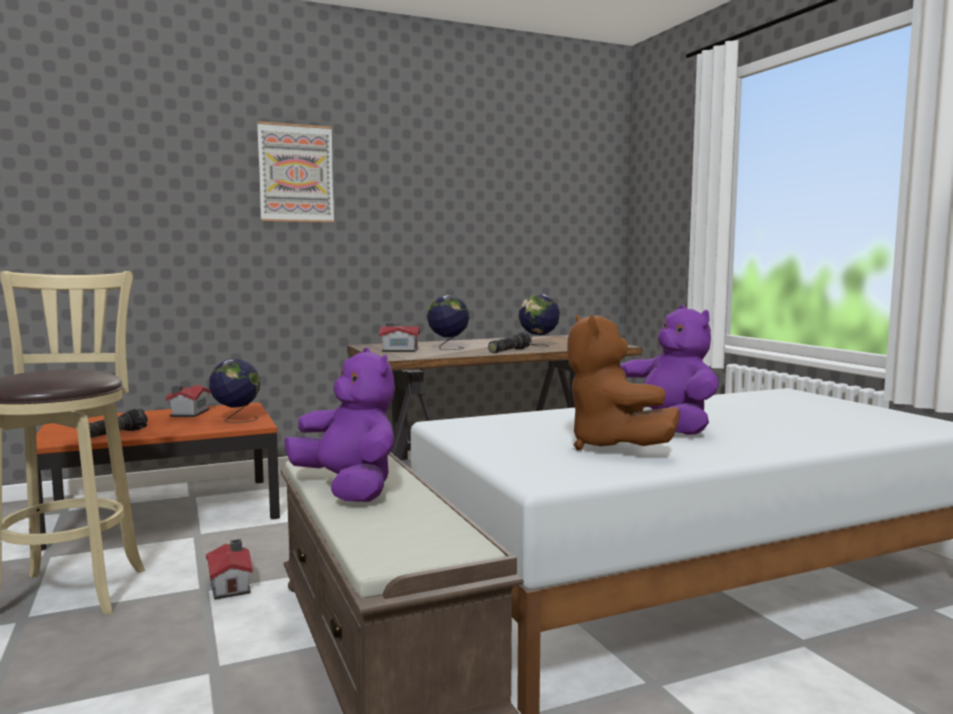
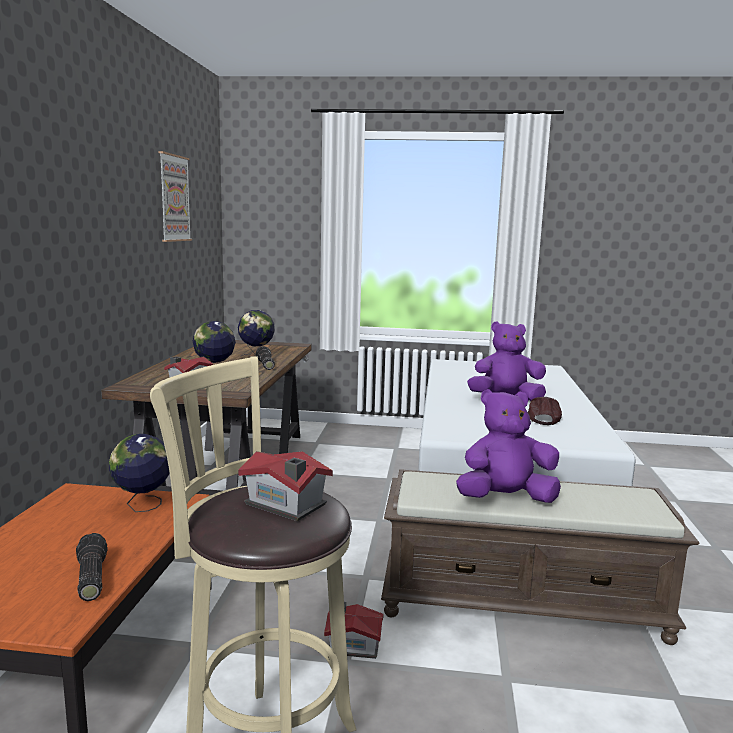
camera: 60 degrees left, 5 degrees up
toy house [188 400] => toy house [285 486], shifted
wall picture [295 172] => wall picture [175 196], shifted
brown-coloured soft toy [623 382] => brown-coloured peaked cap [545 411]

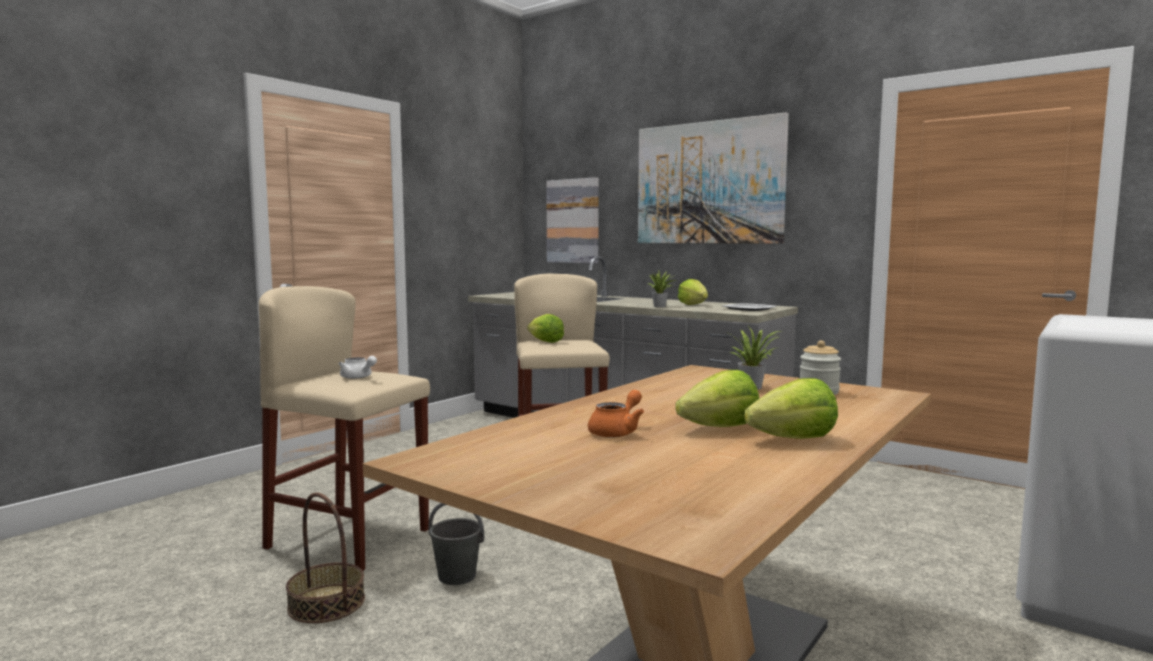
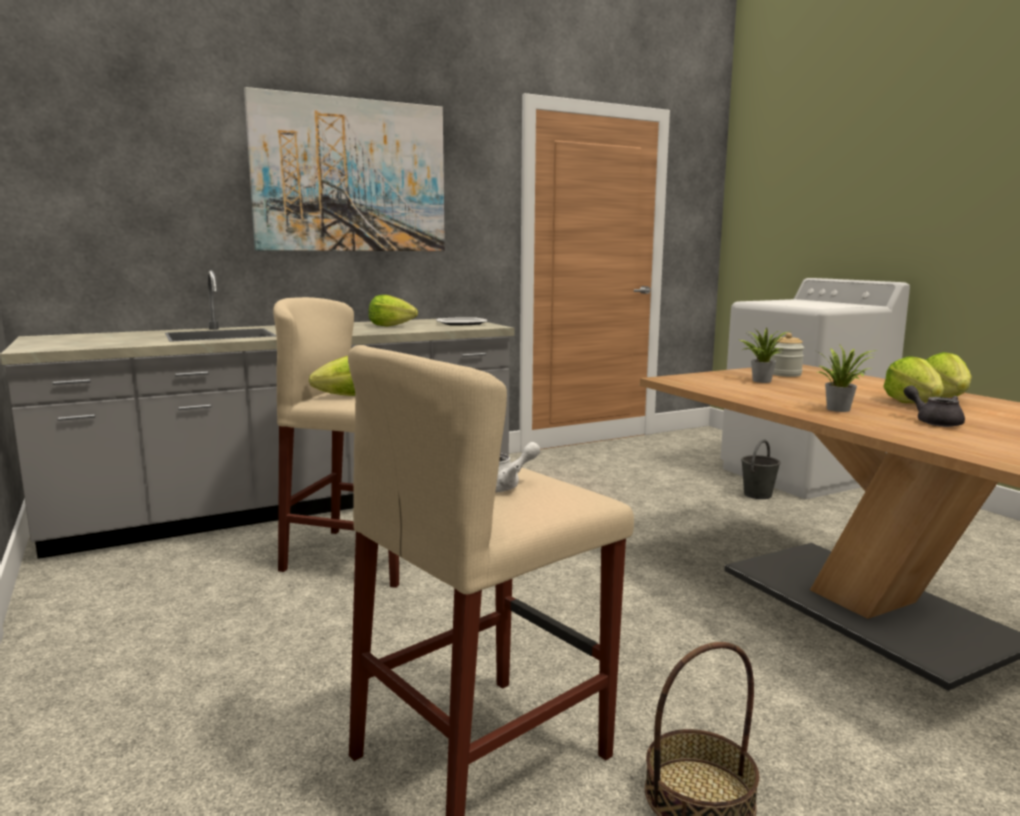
camera: 65 degrees left, 5 degrees up
wall picture [572 220] => nothing
gray bucket [456 544] => gray bucket [761 469], shifted
plant in a pot [662 289] => plant in a pot [845 378], shifted
orange-coloured tea pot [616 414] => gray tea pot [934 406]

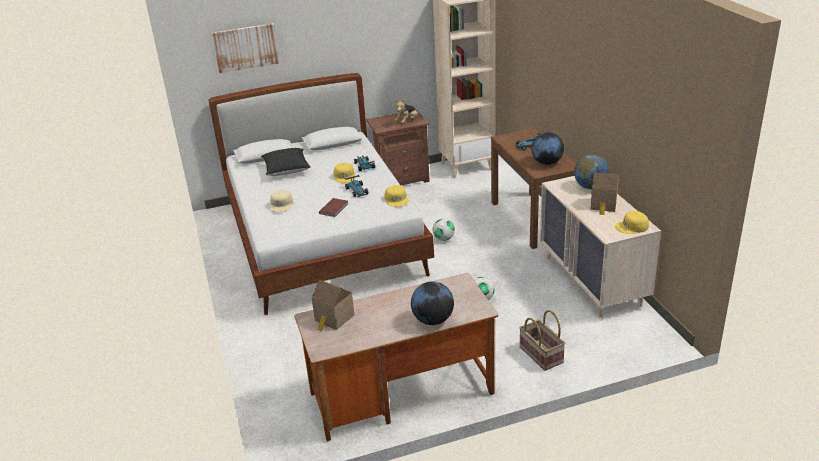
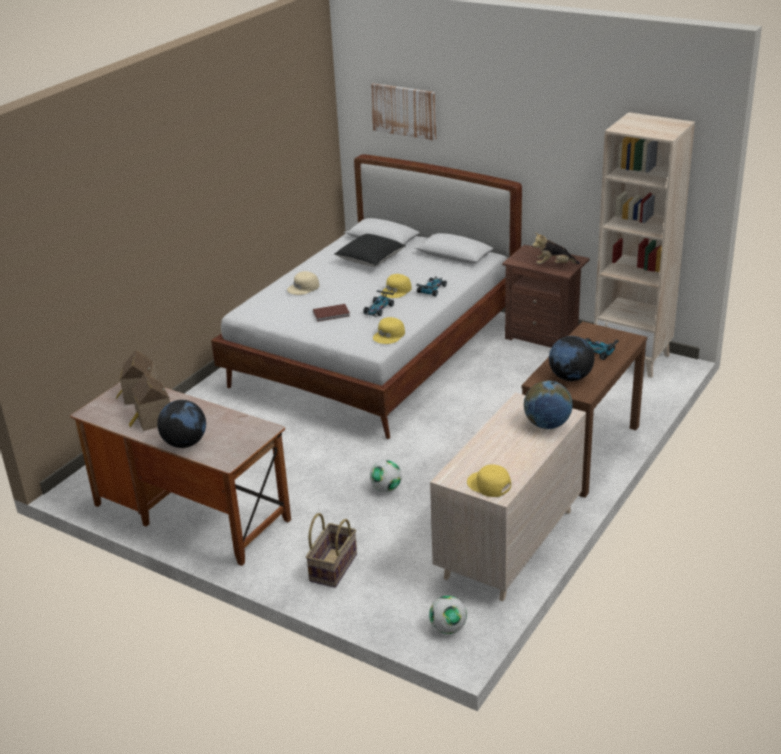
camera: 50 degrees right, 0 degrees up
ball for football [443 229] => ball for football [448 615], shifted
toy house [604 194] => toy house [149 402], shifted

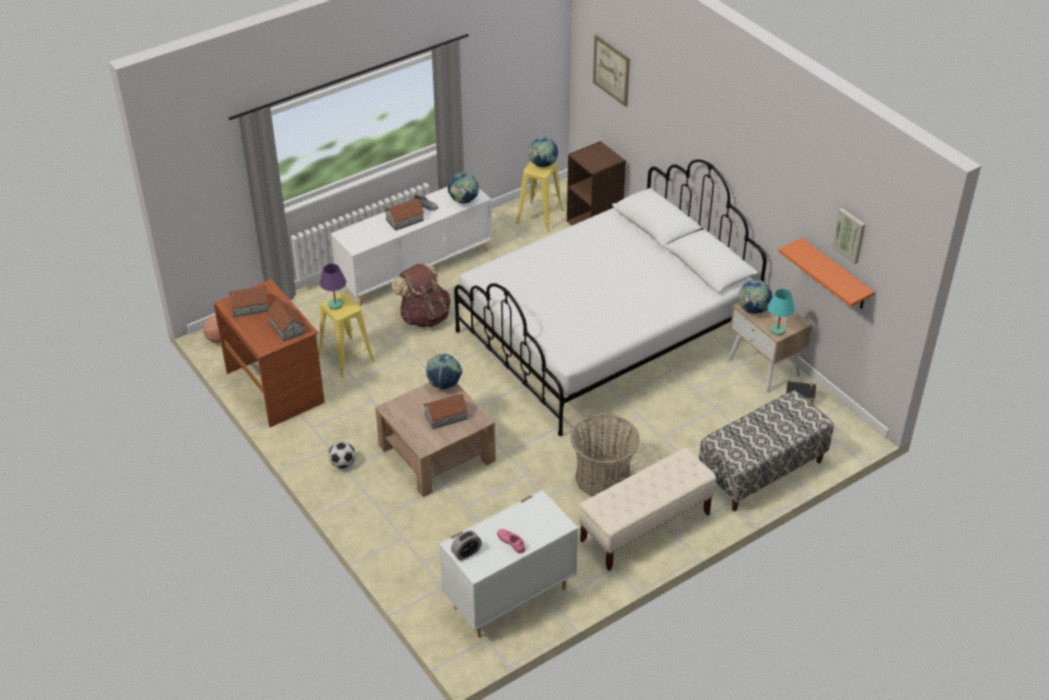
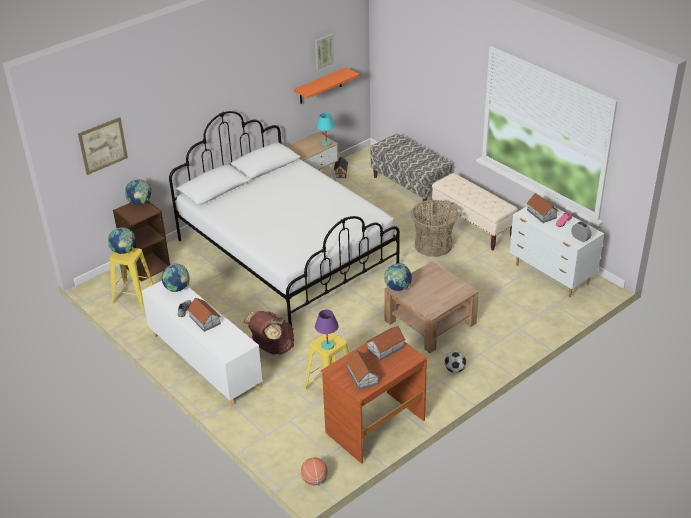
camera: 95 degrees left, 5 degrees down
toy house [445 411] => toy house [543 208], shifted
globe [755 297] => globe [138 192], shifted

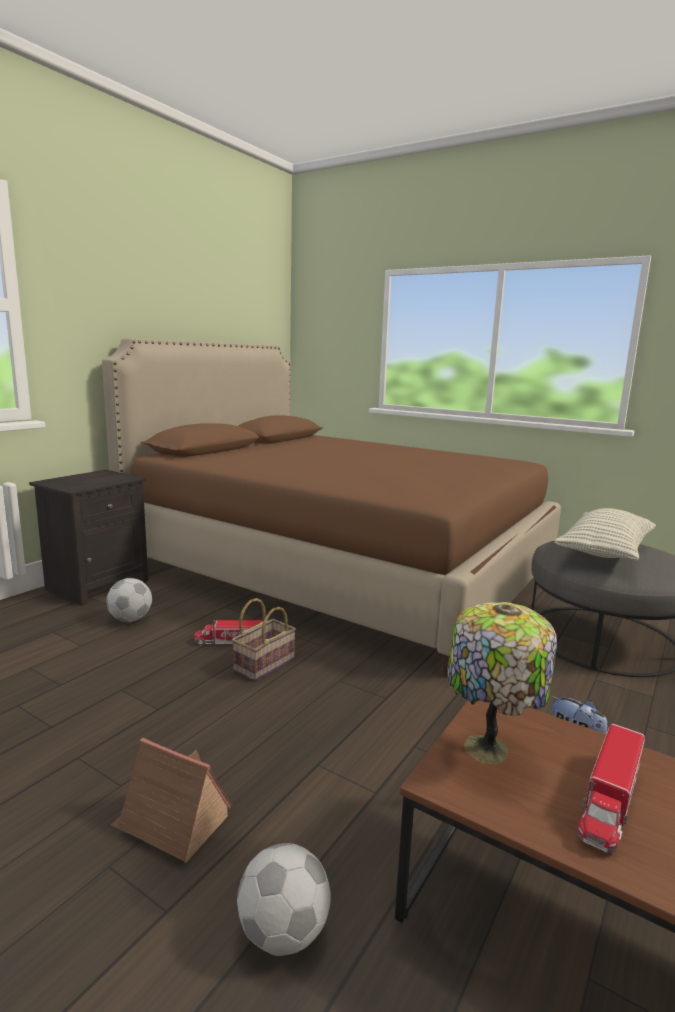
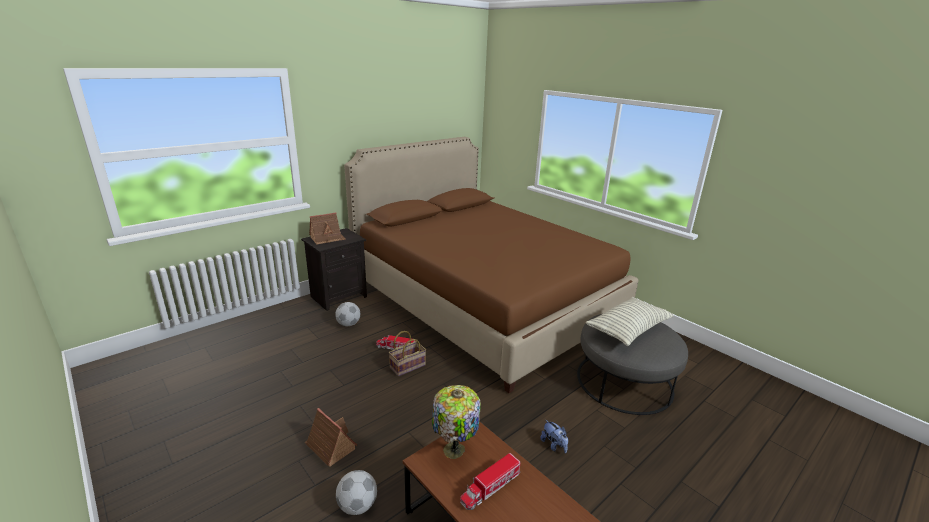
camera: 15 degrees right, 10 degrees up
nothing => toy house [327 228]

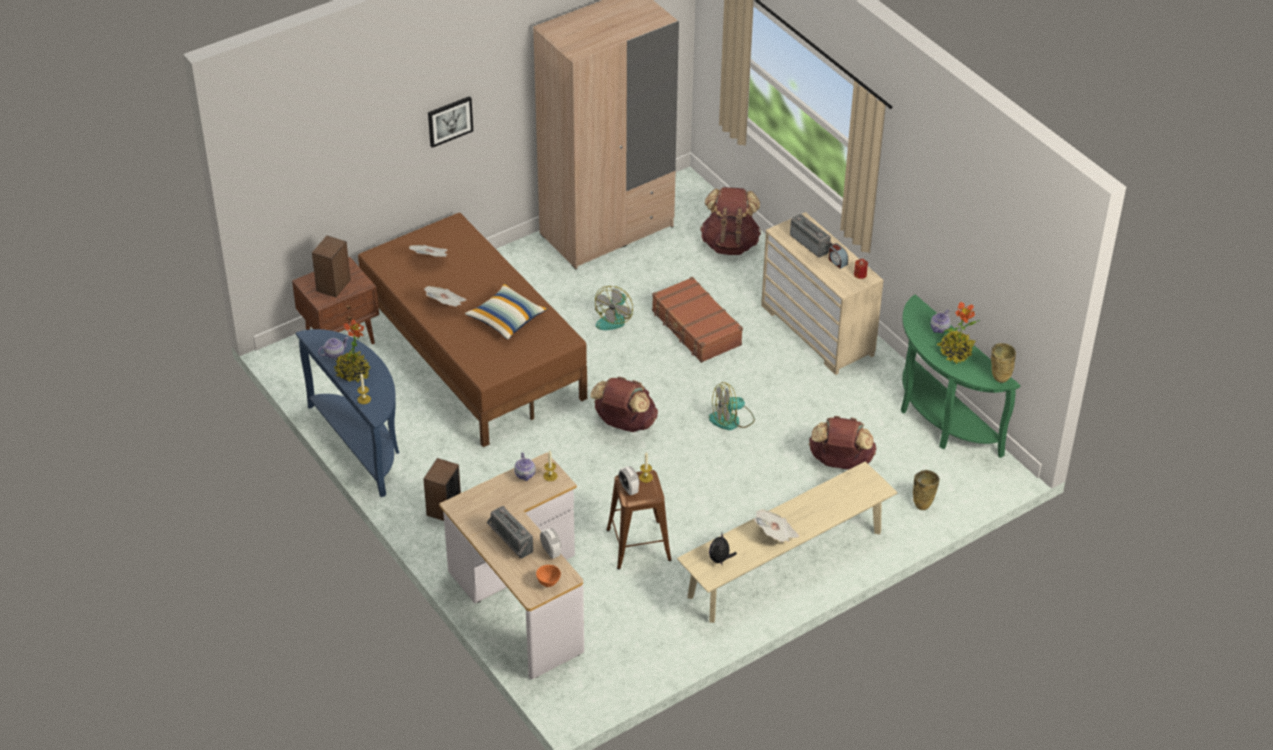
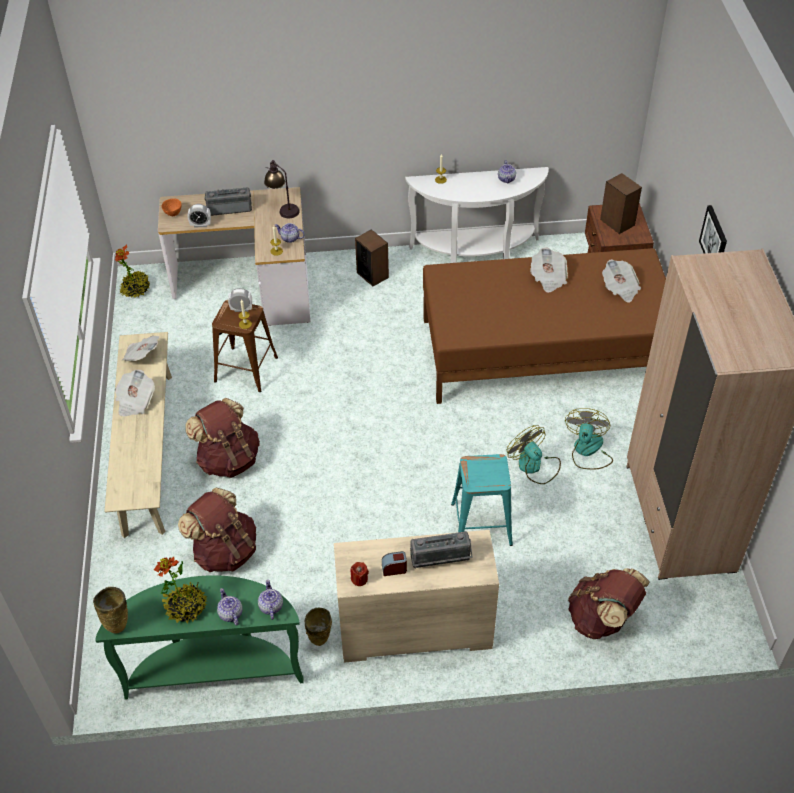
camera: 120 degrees right, 5 degrees up
pillow [506 311] => nothing
nothing => tea pot [270 600]
nothing => lamp for a table [282 189]
plant in a pot [351 350] => plant in a pot [132 271], shifted
brown-coloured backpack [624 404] => brown-coloured backpack [222 438], shifted
fan [732 406] => fan [589 439], shifted
beige flower vase [926 490] => beige flower vase [318 626], shifted
brown-coloured piece of luggage [697 320] => blue-green stool seat [482 500]
soft toy [723 550] => newspaper [140 348]
blue hall table [347 413] => white hall table [477 215]

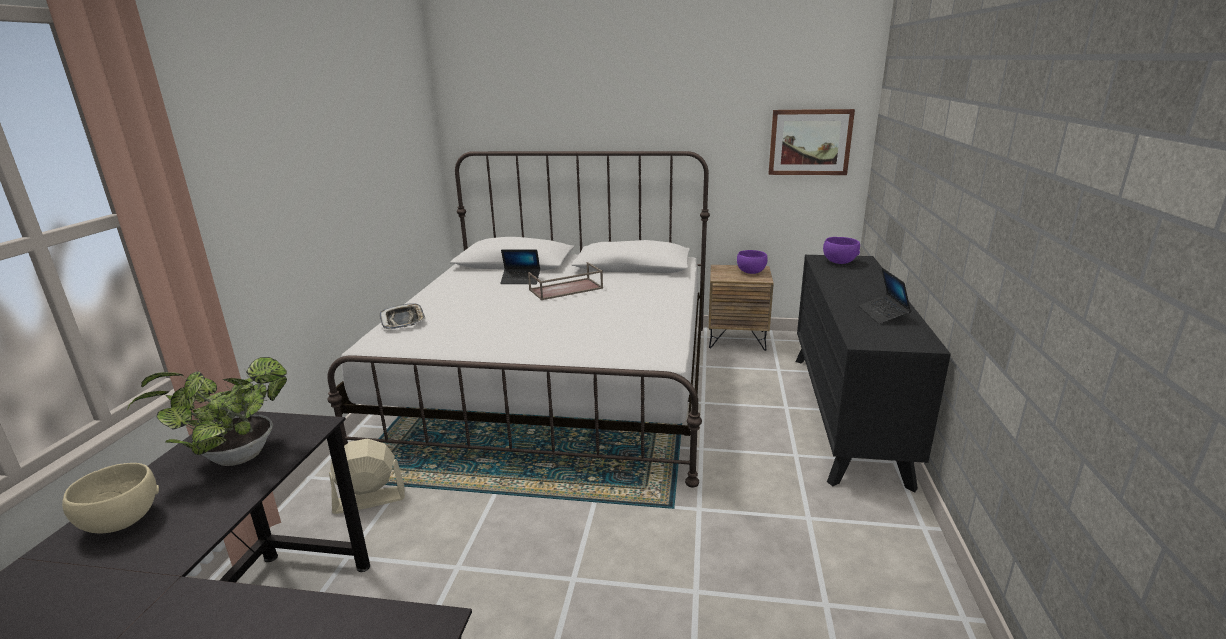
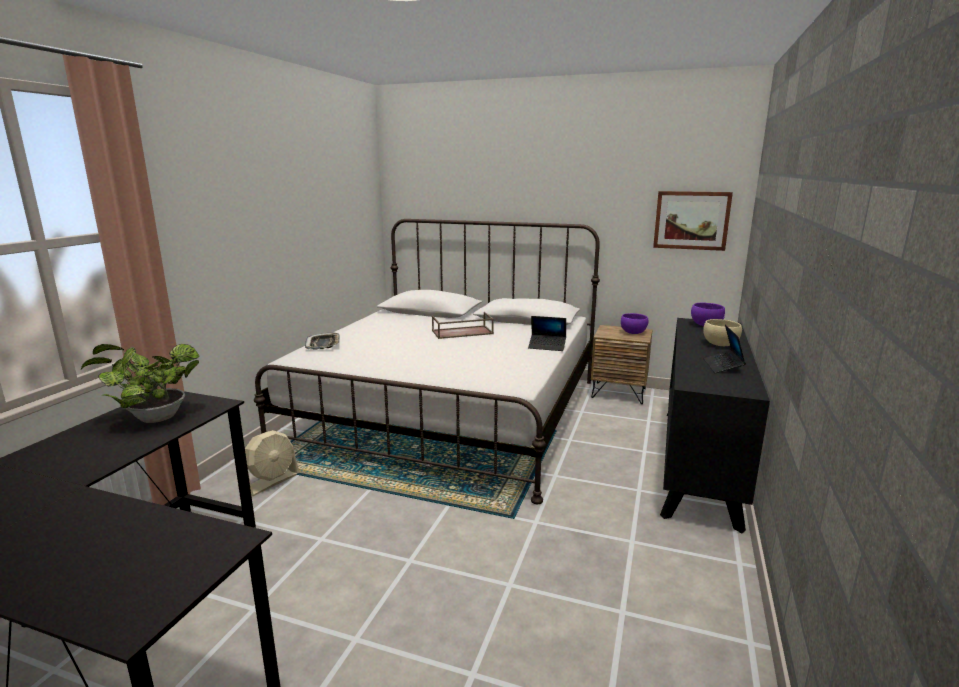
camera: 10 degrees right, 5 degrees down
beige serving bowl [110 498] => beige serving bowl [722 332], shifted
notebook computer [520 267] => notebook computer [547 333], shifted
beige fan [367 476] => beige fan [272 463], 135 degrees clockwise

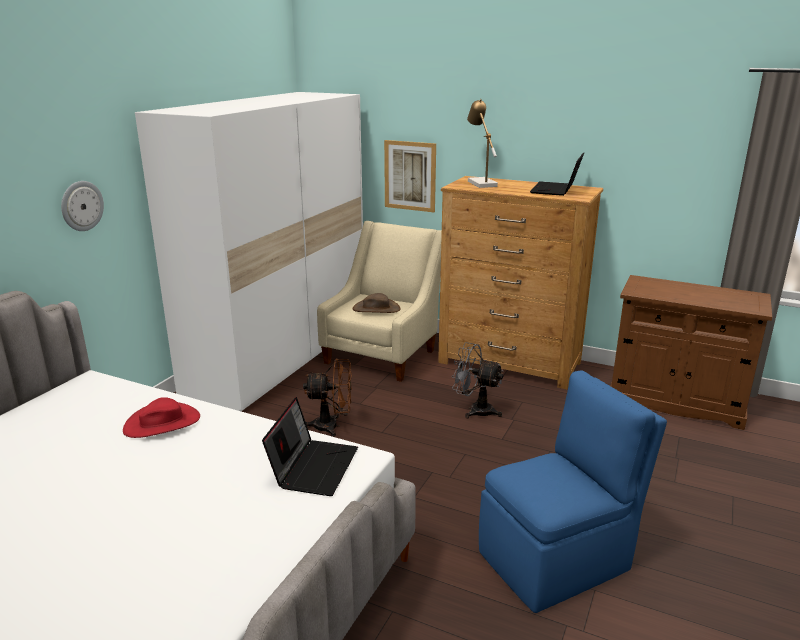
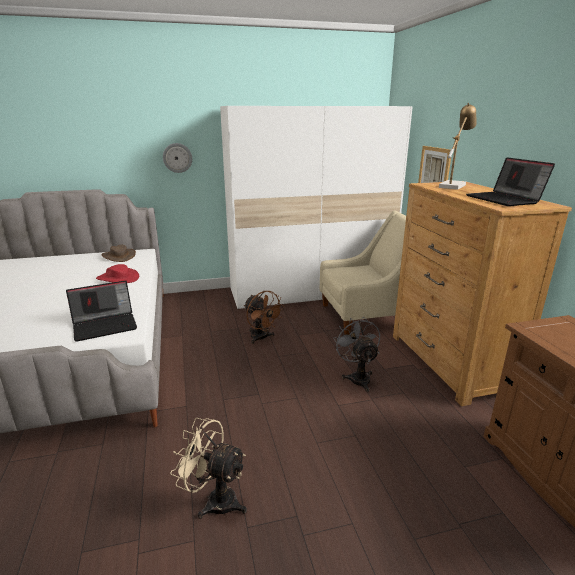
camera: 50 degrees right, 0 degrees up
brown-coloured hat [376 303] => brown-coloured hat [119 253], shifted
blue upright chair [573 491] => beige fan [208 468]
notebook computer [557 174] => notebook computer [510 181], 90 degrees counterclockwise

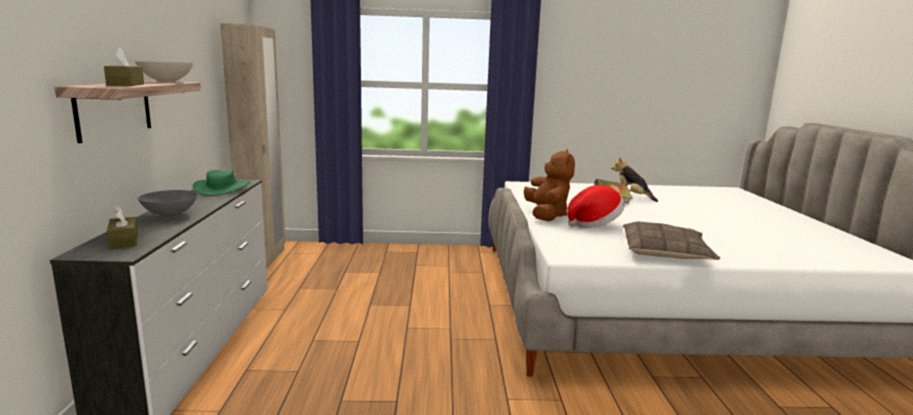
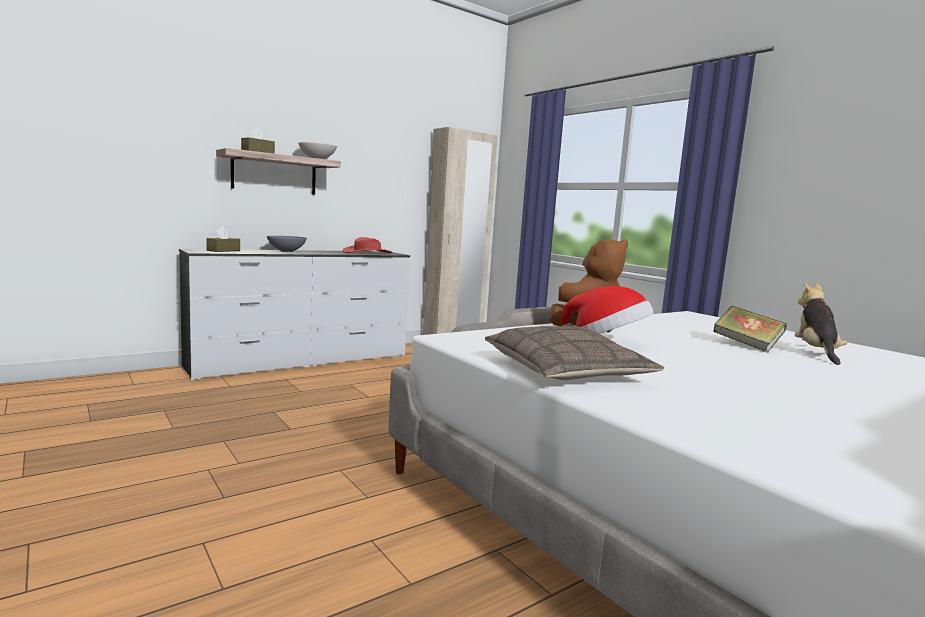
camera: 55 degrees right, 5 degrees down
greenish hat [222 183] => red hat [367 245]

